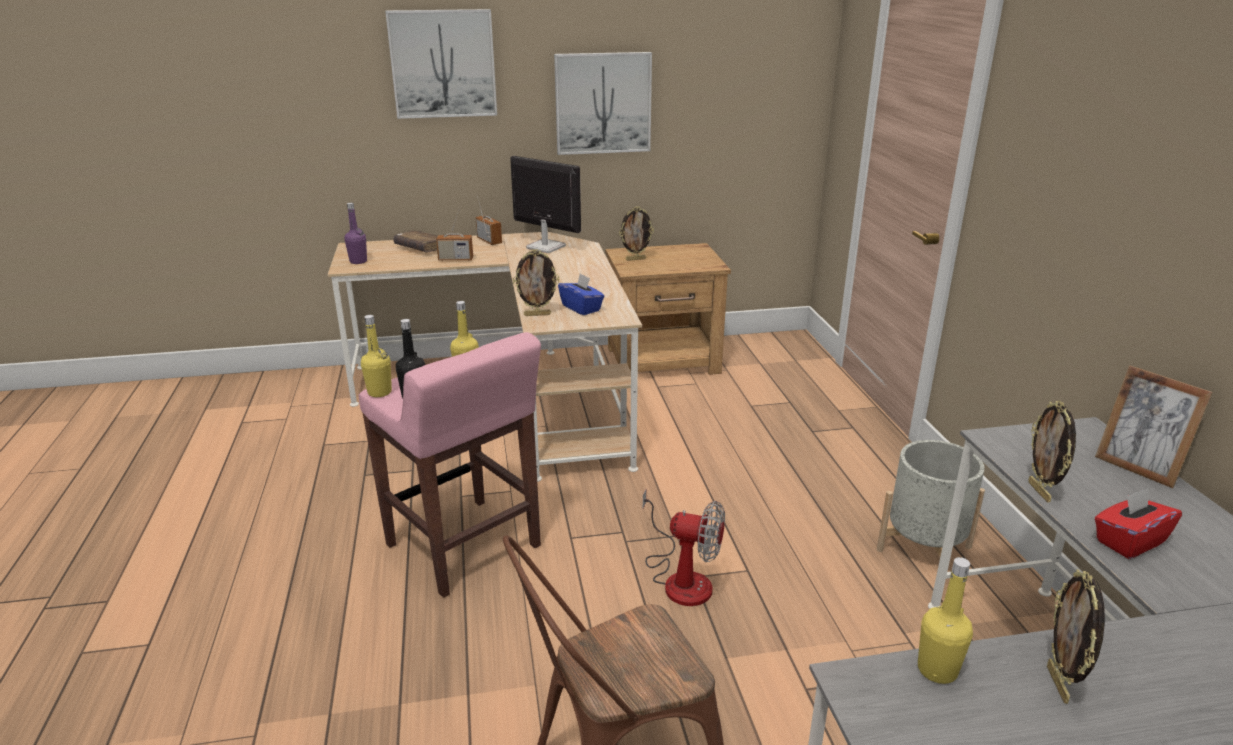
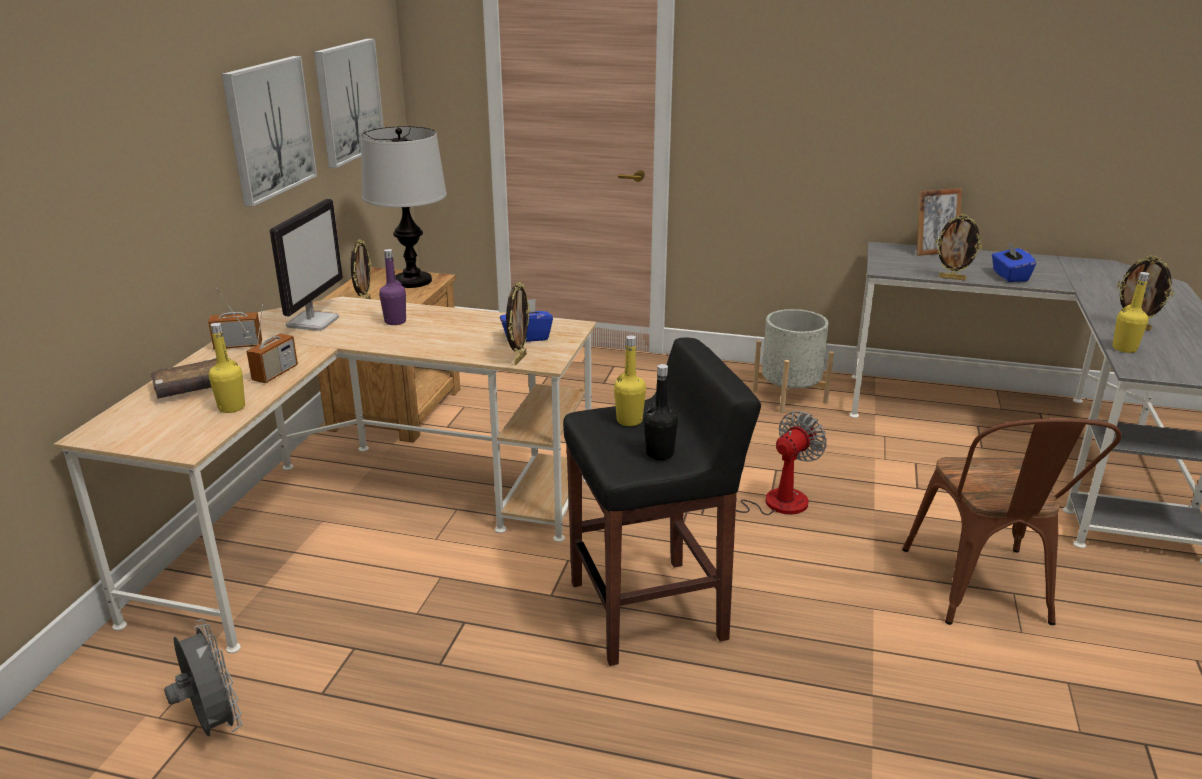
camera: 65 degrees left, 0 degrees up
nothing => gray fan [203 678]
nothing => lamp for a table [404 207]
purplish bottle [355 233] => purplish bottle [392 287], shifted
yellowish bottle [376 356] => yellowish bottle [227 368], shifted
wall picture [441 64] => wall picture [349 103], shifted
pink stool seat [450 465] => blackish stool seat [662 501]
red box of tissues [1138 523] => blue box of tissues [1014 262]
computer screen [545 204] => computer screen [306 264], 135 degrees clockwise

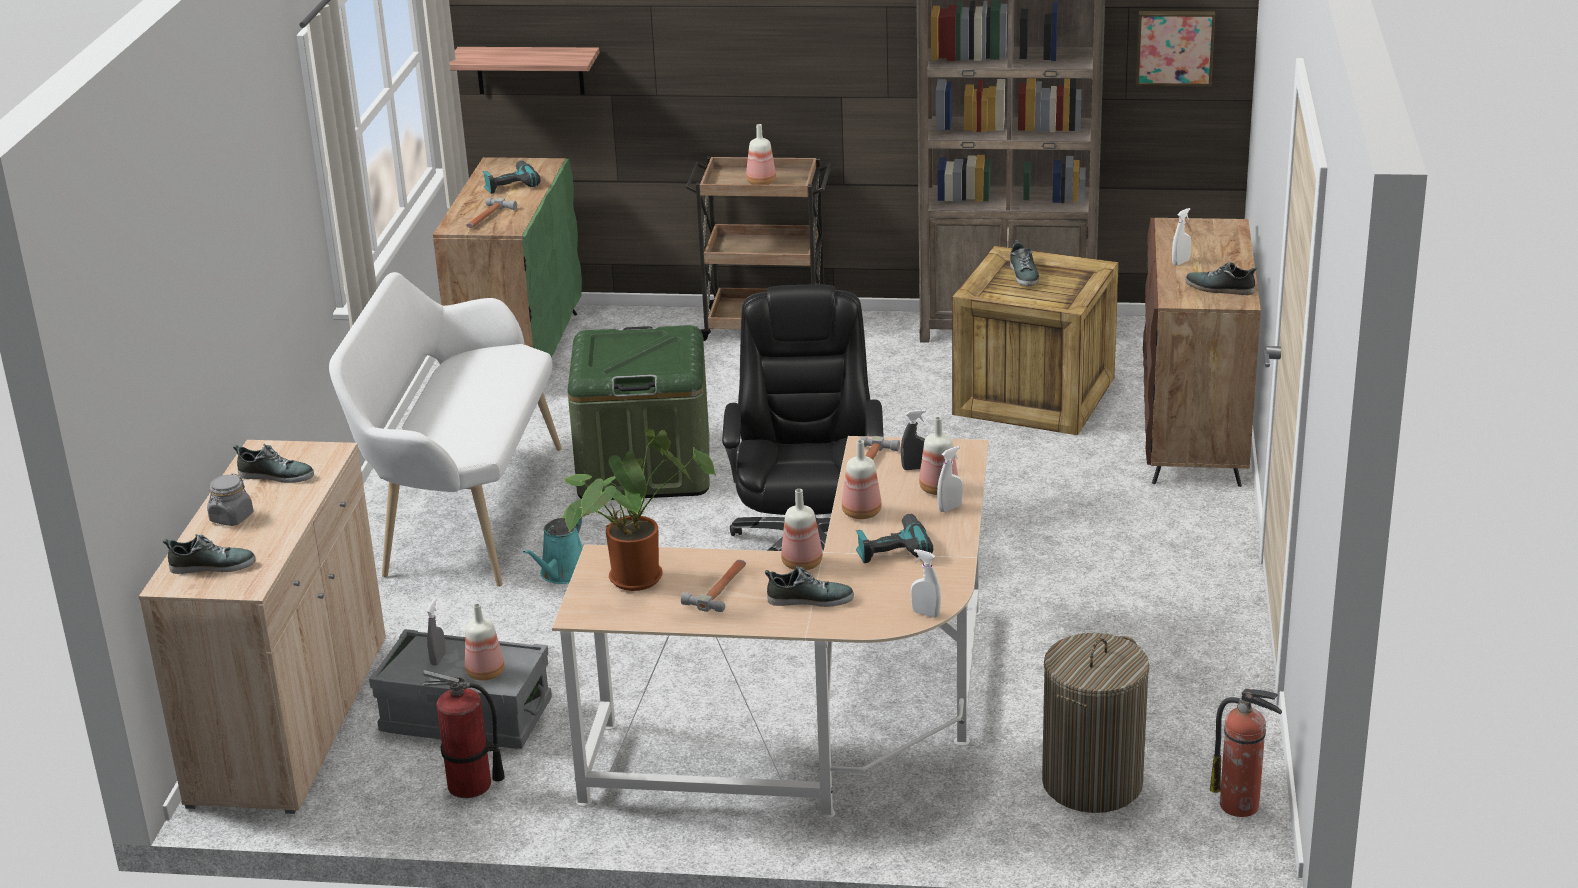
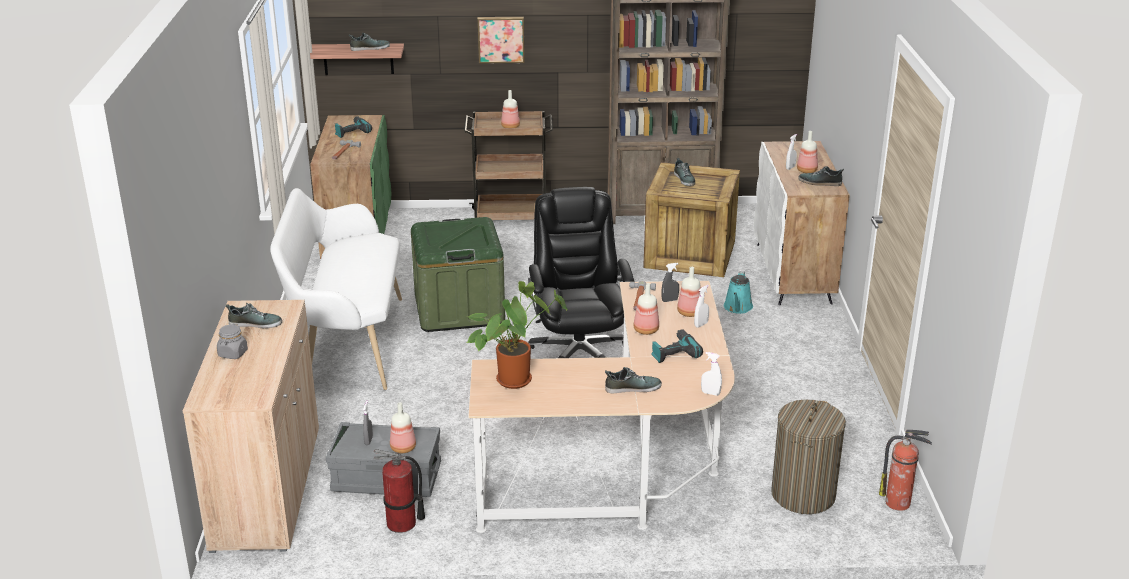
camera: 10 degrees left, 0 degrees up
tool hammer [713 586] => nothing
low shoe [209 554] => low shoe [369 42], shifted
blue-green watering pot [553 550] => blue-green watering pot [738 292], shifted
bottle [802 529] => bottle [807 152], shifted
wall picture [1175 48] => wall picture [501 40], shifted
brown-coloured storage cabinet [1202 352] => white storage cabinet [802 223]

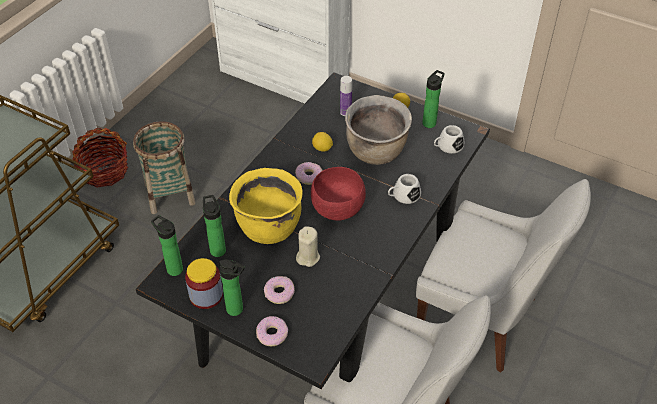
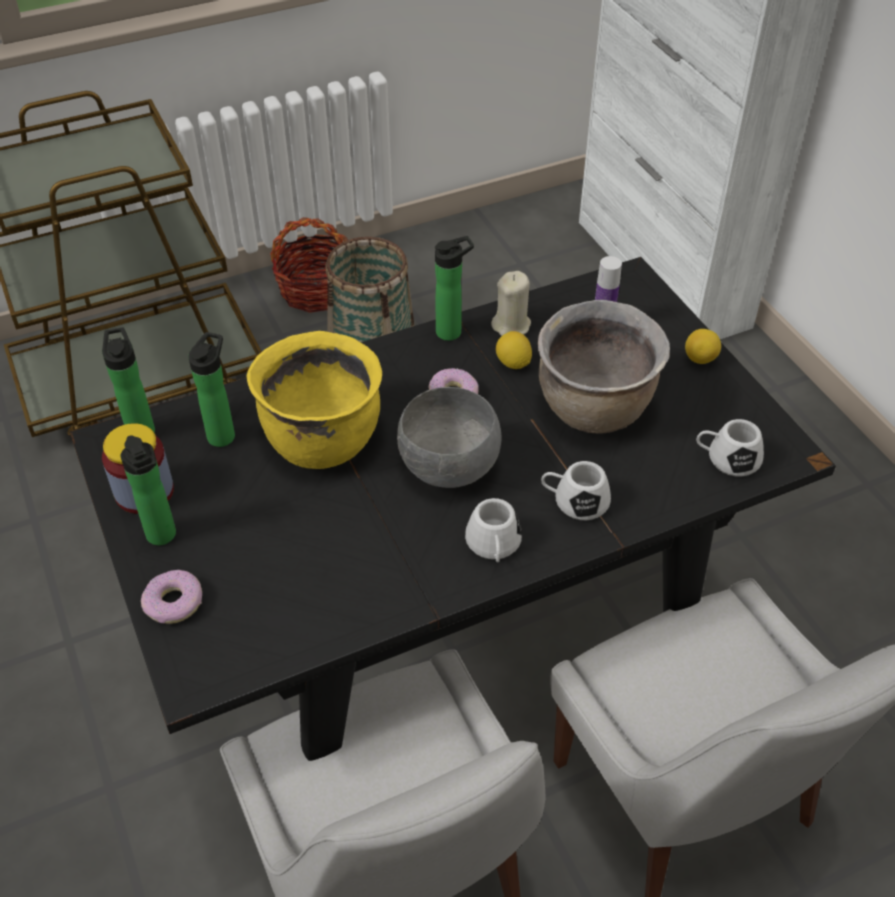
camera: 35 degrees right, 0 degrees up
donut [279 290] => nothing
nothing => white mug [493 530]
beige wax light [308 246] => beige wax light [511 303], shifted
bottle [433 99] => bottle [454 288], shifted
red serving bowl [338 194] => gray serving bowl [449 437]

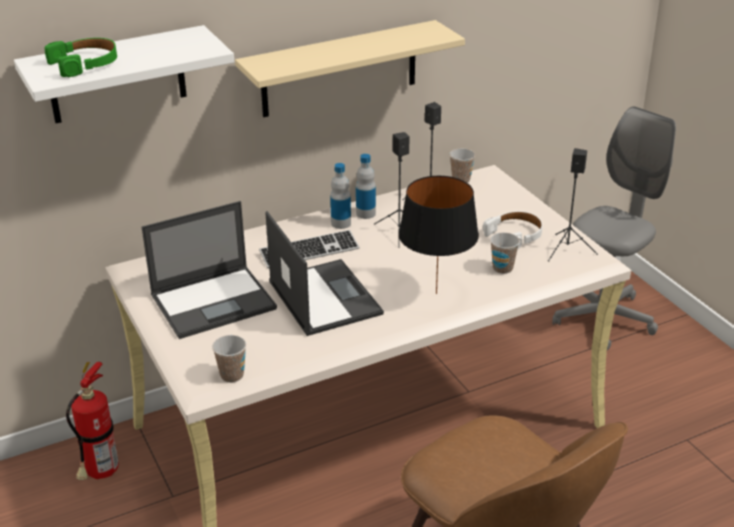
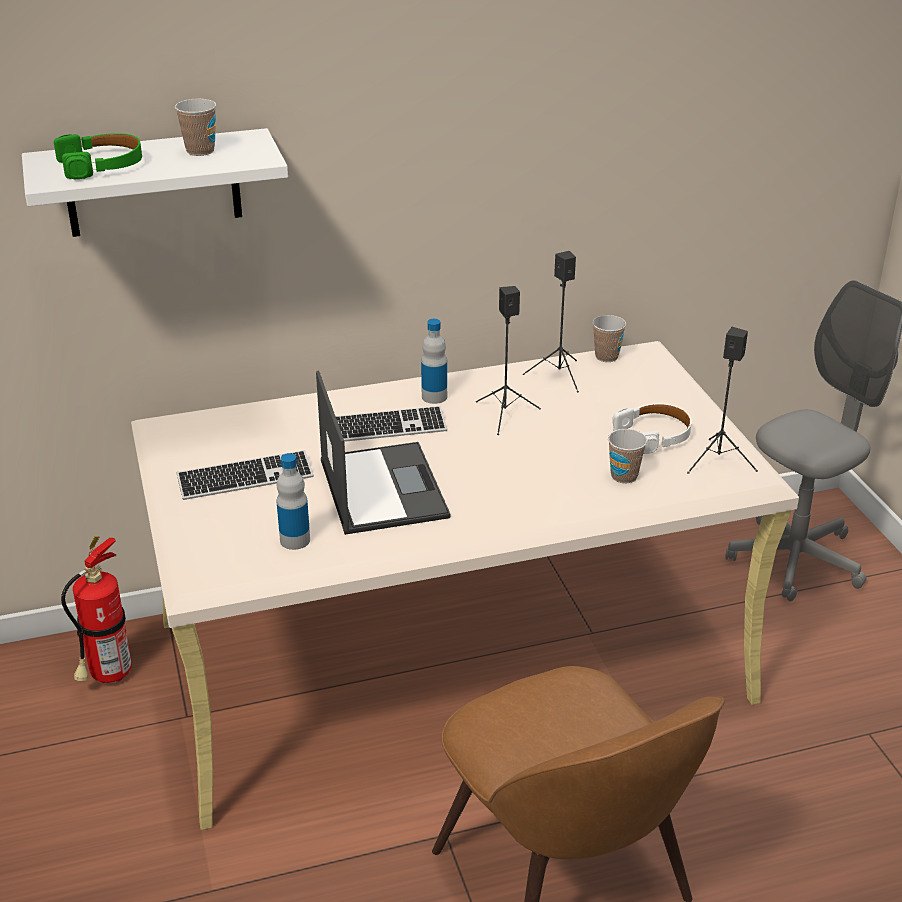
camera: 10 degrees right, 0 degrees up
beige bracket shelf [350 68] => nothing
blackish lamp for a table [438 235] => nothing
cup [229 359] => cup [195 127], shifted
bottle [366 186] => bottle [293 501], shifted
notebook computer [209 270] => keyboard [245 475]

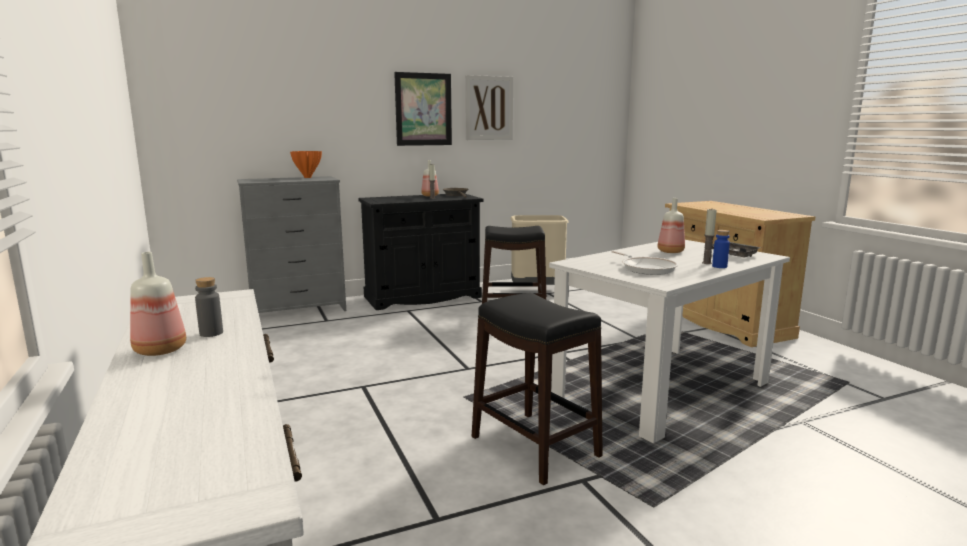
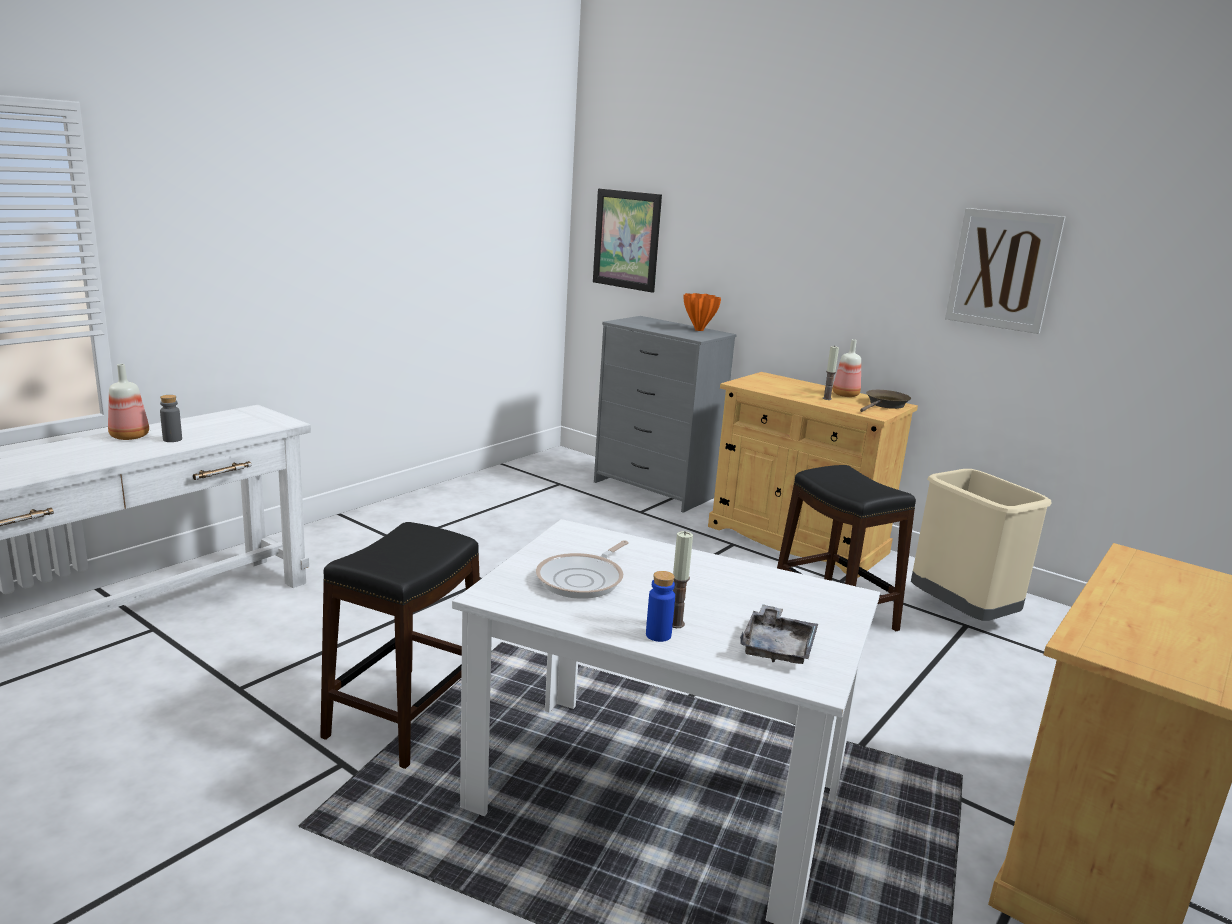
camera: 60 degrees right, 5 degrees up
bottle [671 225] => nothing
wall picture [423 109] => wall picture [627 241], shifted
blackish storage cabinet [420 252] => beige storage cabinet [813 475]

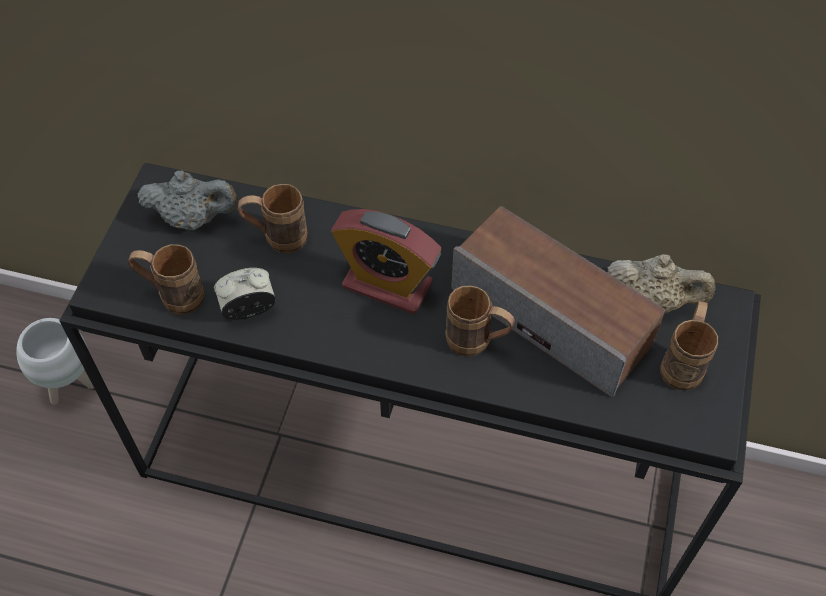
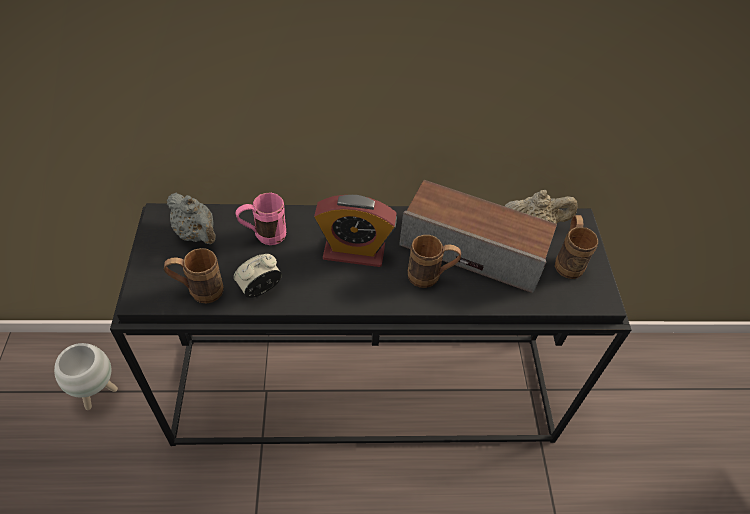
camera: 20 degrees left, 5 degrees down
brown-coloured mug [273 218] => pink mug [260 218]
gray tea pot [187 200] => gray tea pot [191 218], 60 degrees clockwise

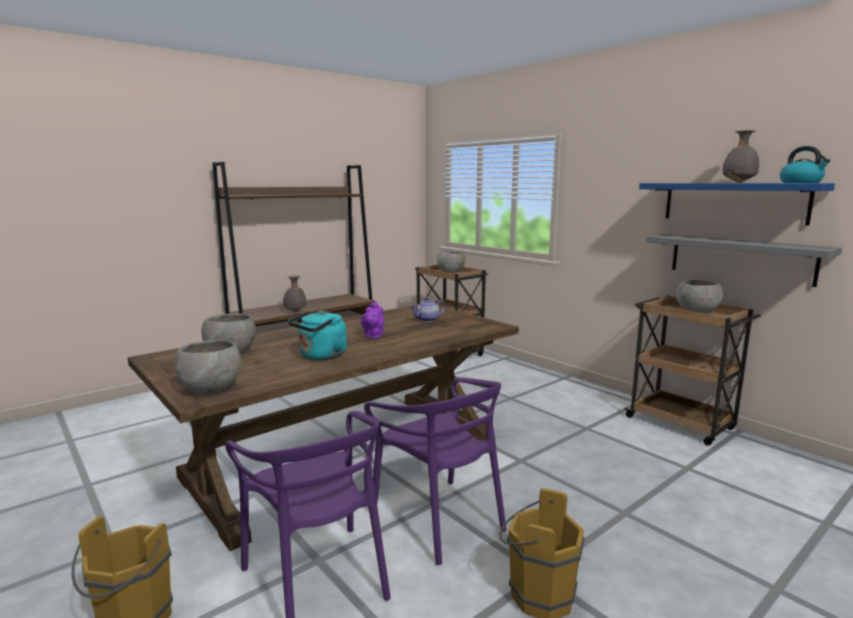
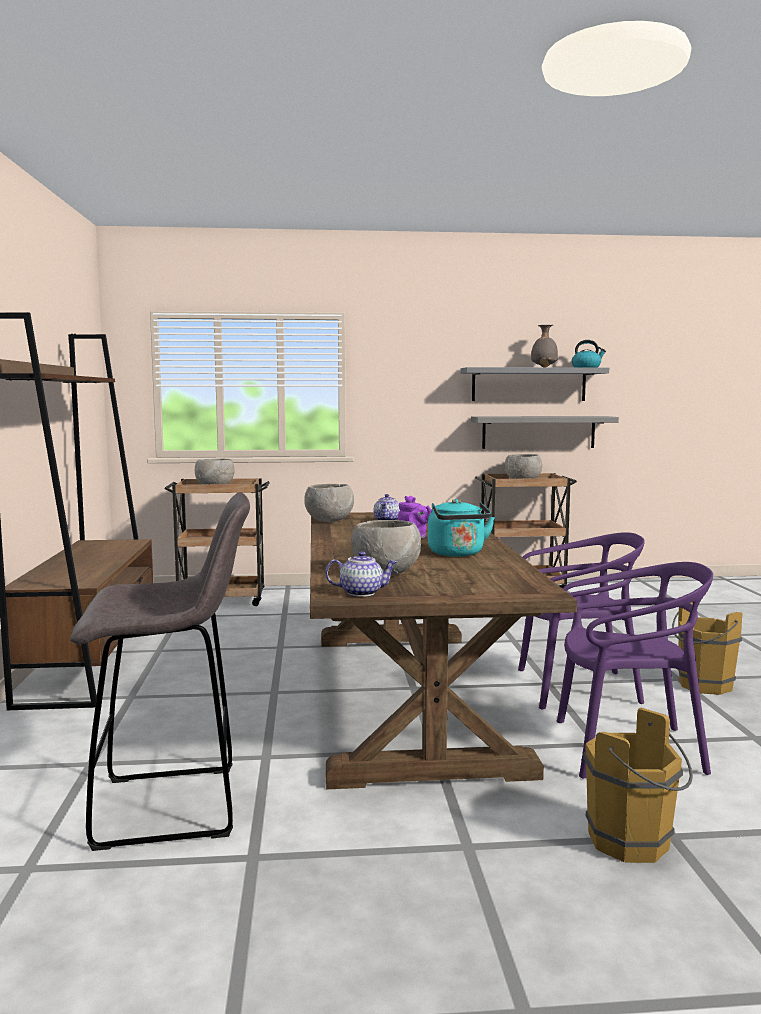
camera: 55 degrees left, 5 degrees down
gray flower vase [294 294] => nothing
nothing => gray stool seat [160 671]
nothing => tea pot [361 574]
gray serving bowl [207 366] => gray serving bowl [329 503], shifted
blue bracket shelf [737 204] => gray bracket shelf [534 384]

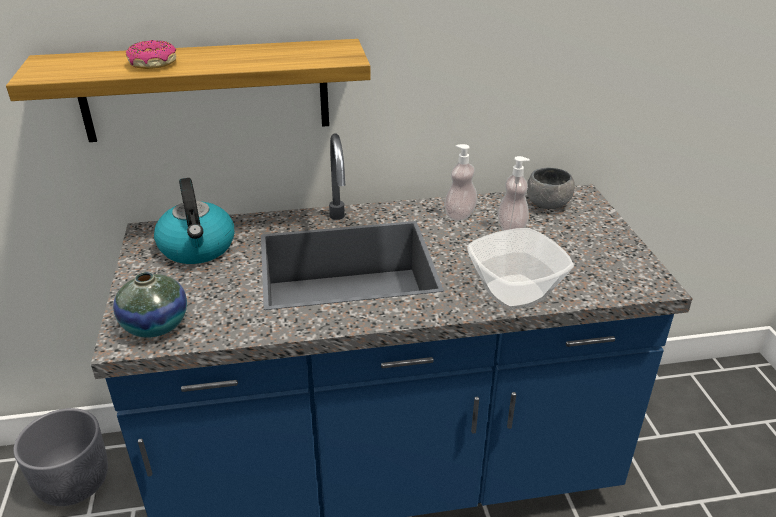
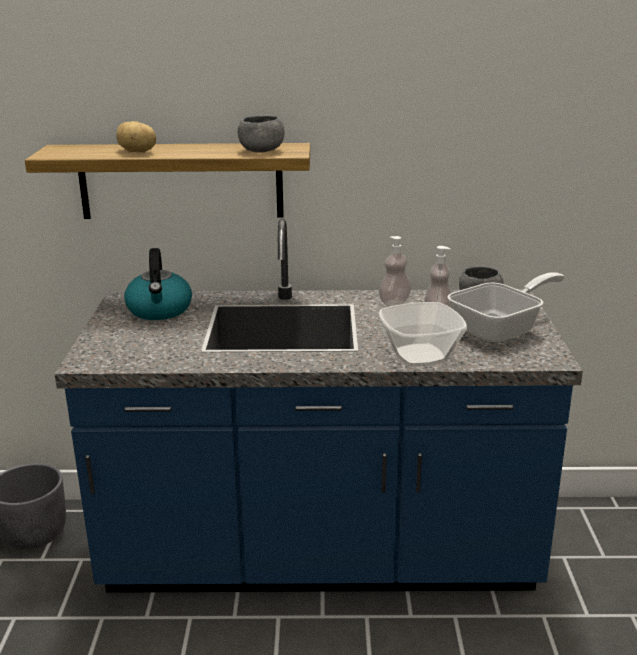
camera: 10 degrees right, 10 degrees down
flower vase [150 305] => nothing
nothing => gray serving bowl [261 134]
nothing => frying pan [506 308]
donut [151 54] => spud [136 136]

